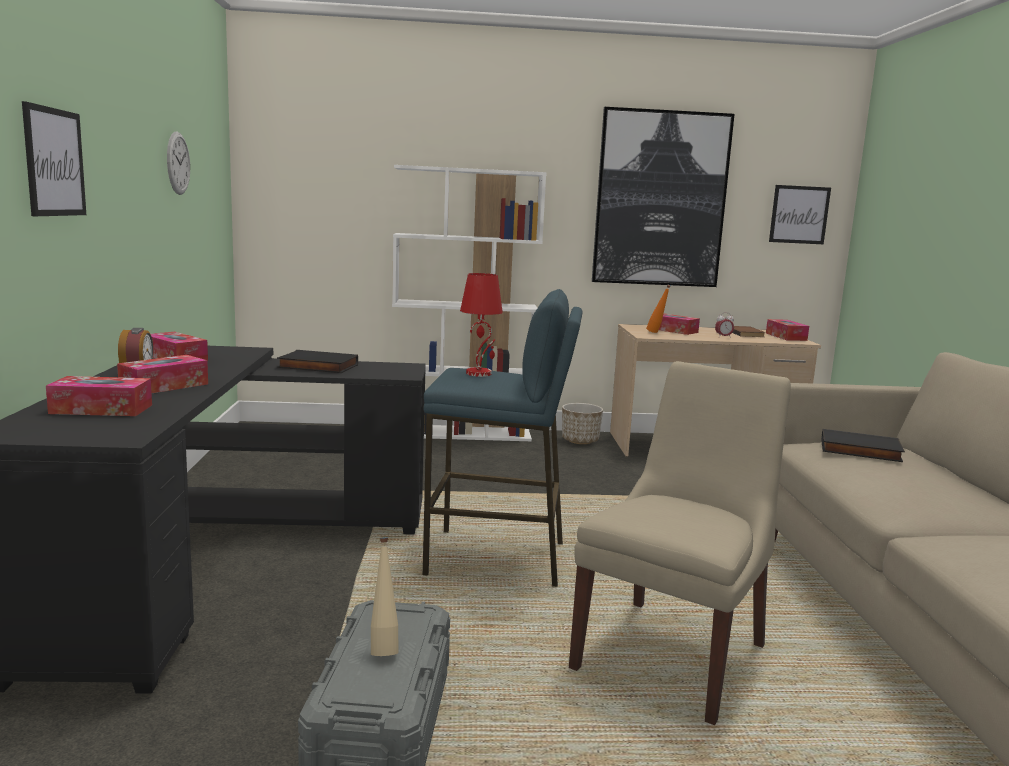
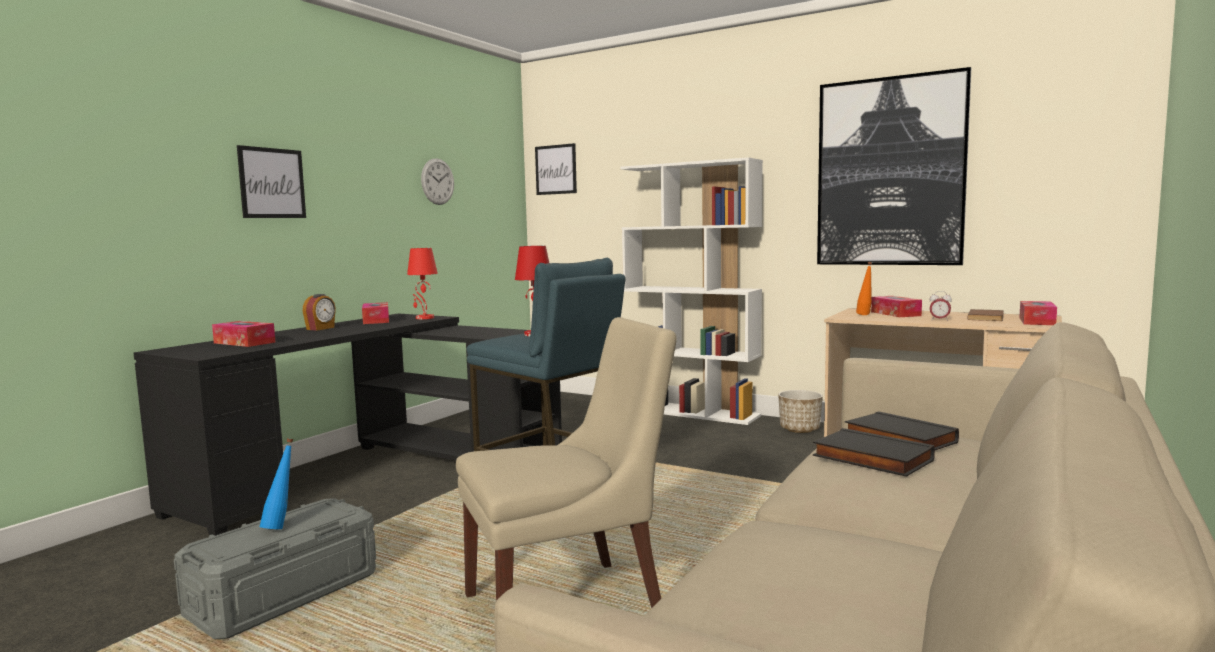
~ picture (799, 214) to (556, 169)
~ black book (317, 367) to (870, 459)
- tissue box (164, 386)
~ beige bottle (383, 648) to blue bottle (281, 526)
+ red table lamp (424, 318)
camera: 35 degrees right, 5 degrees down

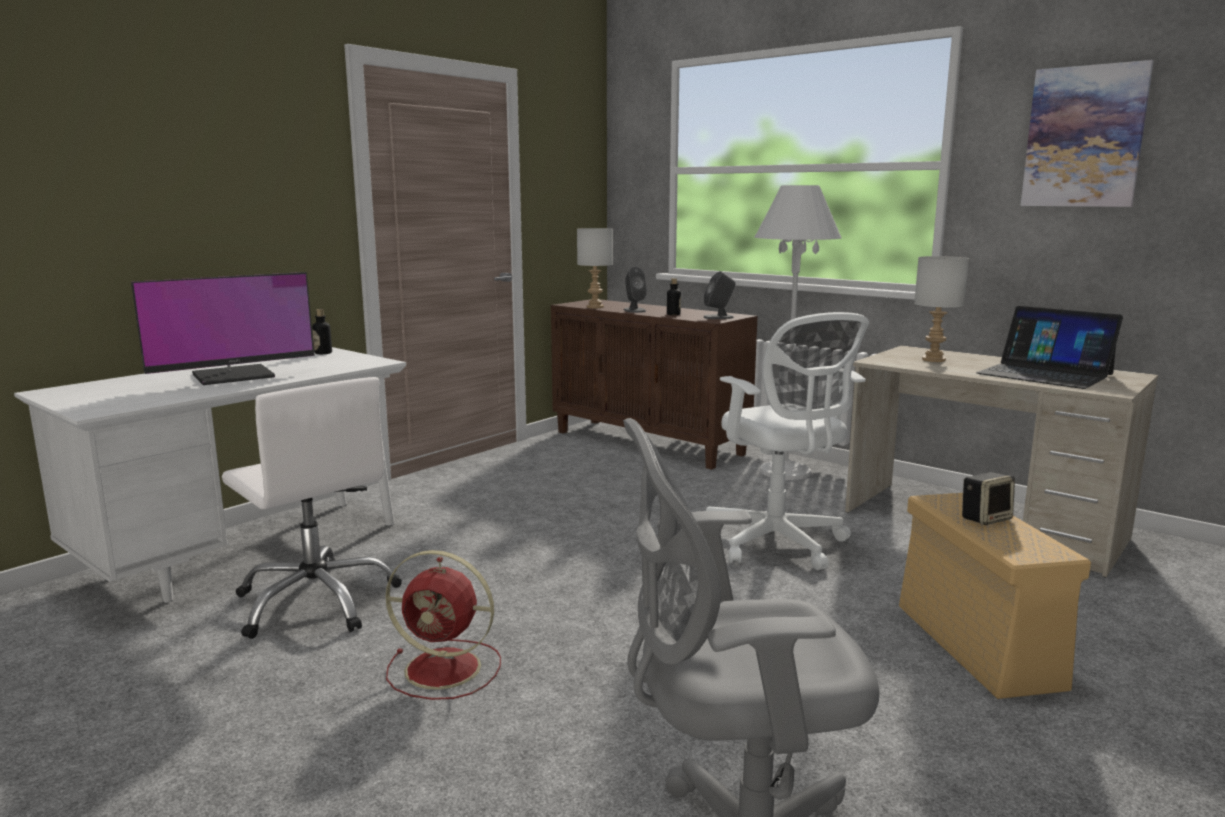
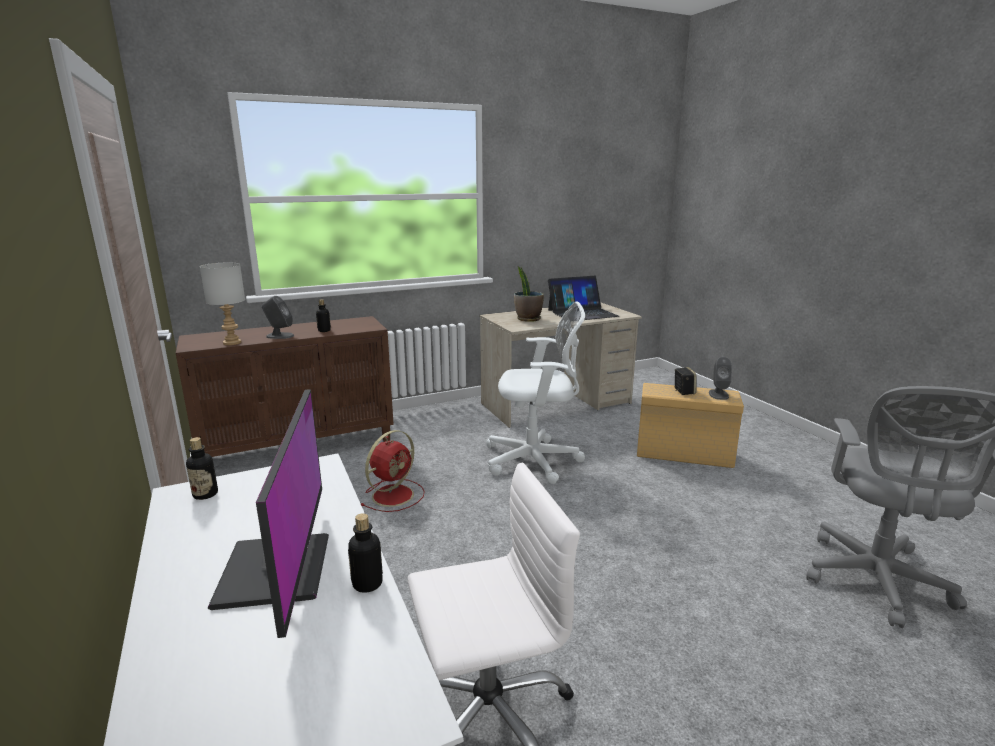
- picture (1084, 137)
- white floor lamp (785, 471)
~ grey table lamp (933, 360) to potted plant (528, 319)
~ grey speaker (719, 317) to (718, 394)
~ red fan (446, 669) to (394, 495)
+ bottle (367, 583)
camera: 65 degrees left, 5 degrees up

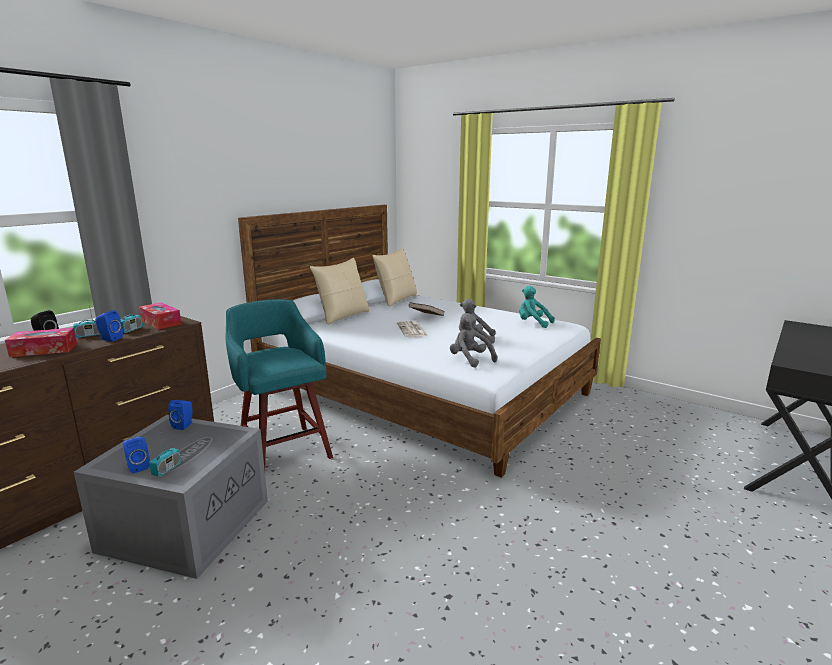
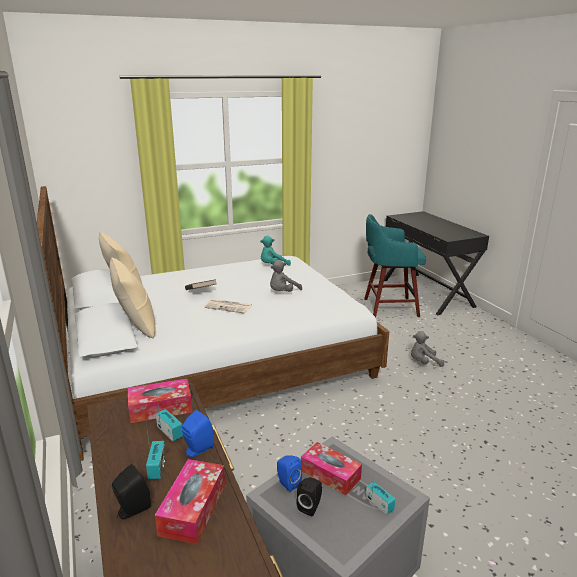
~ turquoise stool (284, 450) to (388, 307)
~ grey plush toy (470, 360) to (423, 362)
- blue speaker (138, 466)
+ tissue box (330, 474)
+ black speaker (310, 506)
camera: 60 degrees left, 5 degrees up

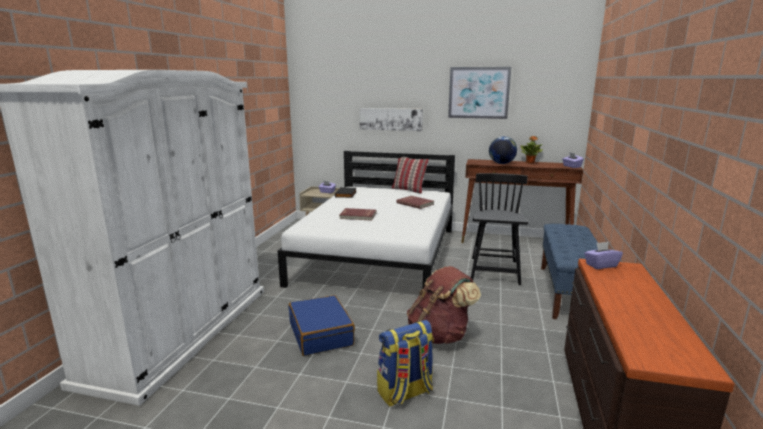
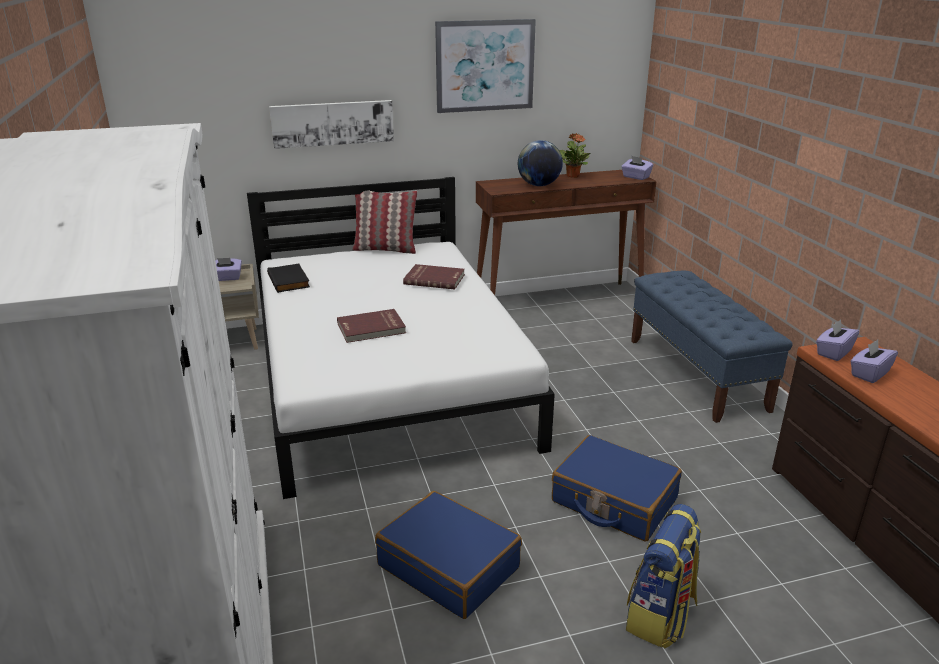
- black chair (494, 271)
~ brown backpack (440, 335) to blue suitcase (613, 500)
+ purple tissue box (869, 374)
camera: 30 degrees left, 10 degrees up

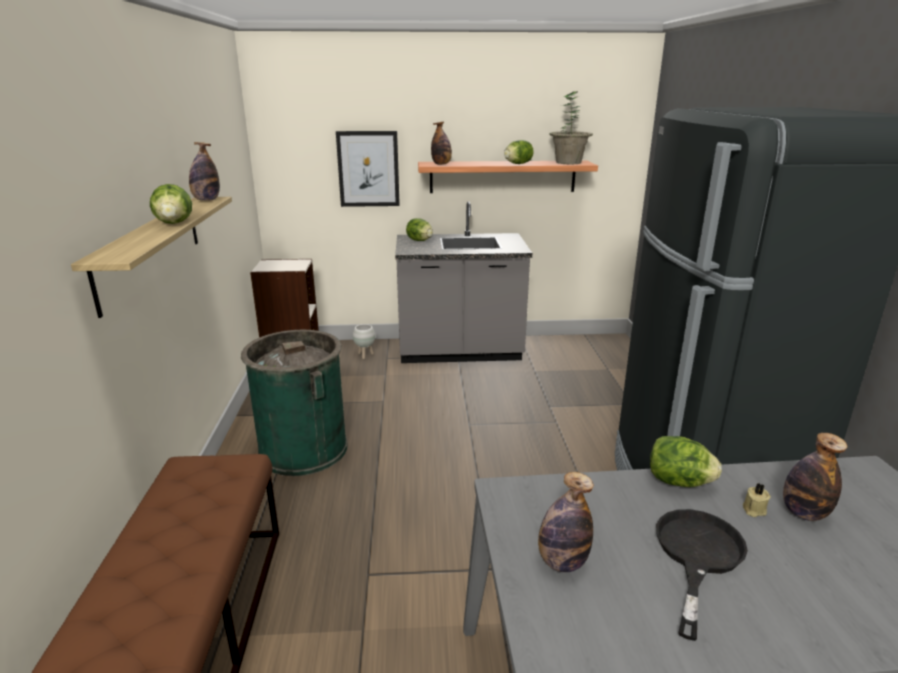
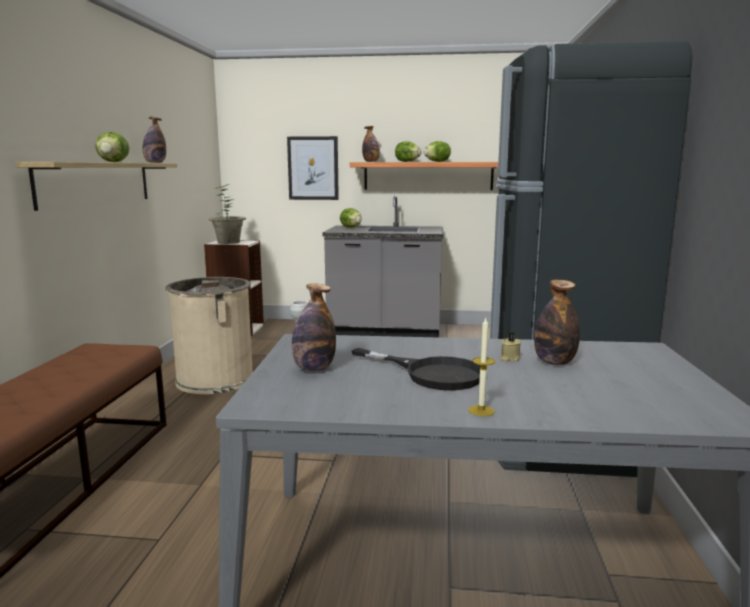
~ potted plant (568, 162) to (228, 242)
~ green trash can (303, 449) to beige trash can (215, 379)
~ lettuce (678, 482) to (407, 161)
~ black frying pan (696, 556) = (431, 373) 90 degrees clockwise
+ candle (481, 410)
camera: 10 degrees right, 10 degrees down

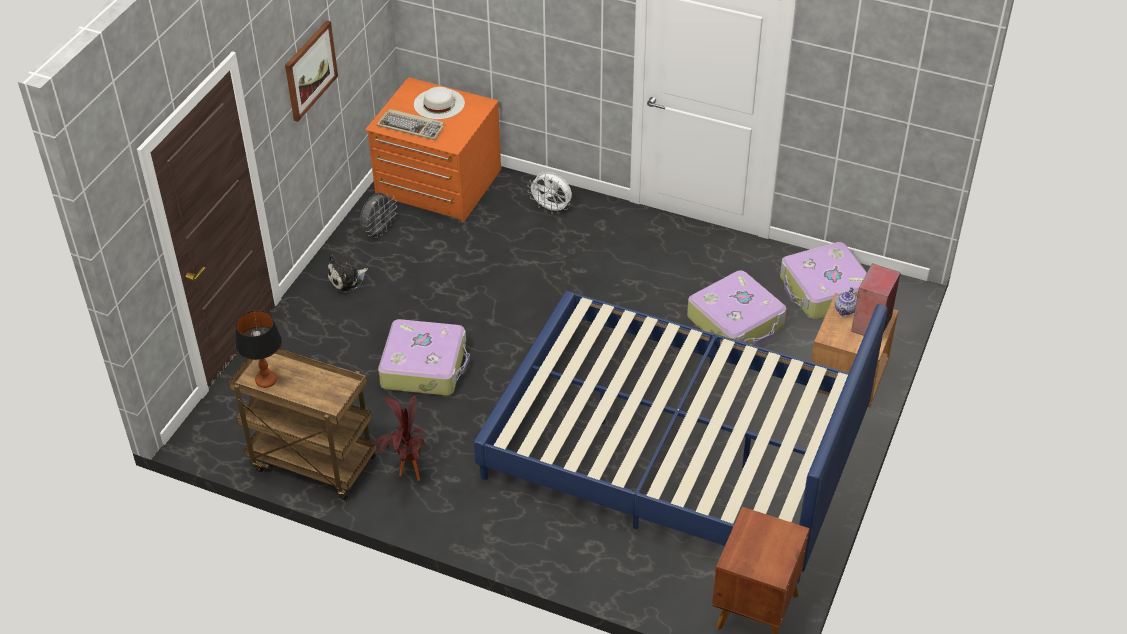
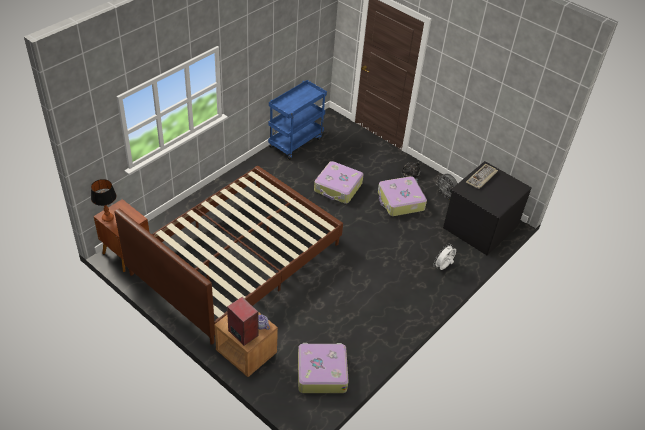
- picture (310, 70)
~ orange dresser (438, 184) to black dresser (479, 226)
- white hat (439, 104)
~ suitcase (736, 322) to (400, 201)
~ blue bed (674, 450) to brown bed (236, 258)
~ table lamp (266, 381) to (107, 218)
~ brown cart (311, 463) to blue cart (295, 142)
- potted plant (405, 475)
camera: 105 degrees right, 0 degrees up

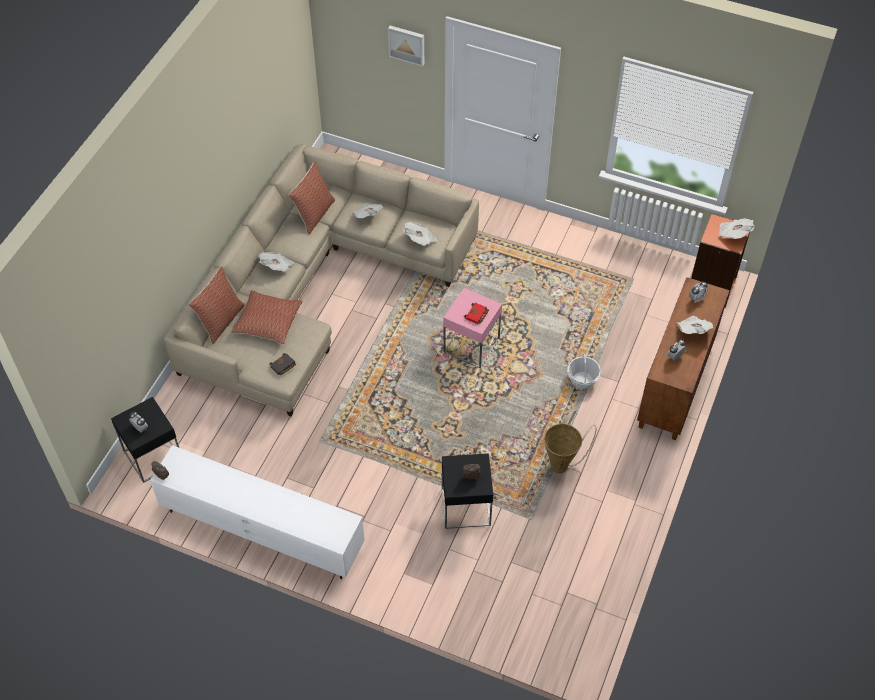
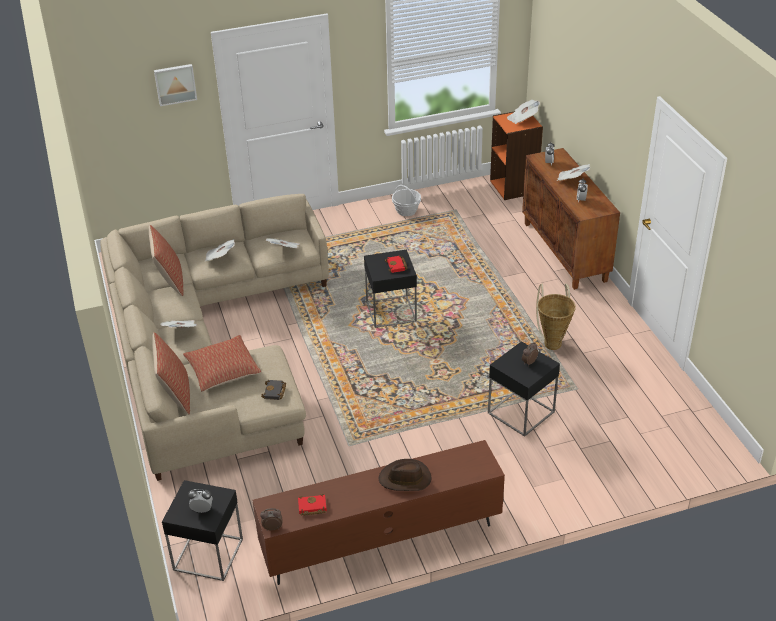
~ pink side table (471, 345) to black side table (391, 311)
~ basket (582, 380) to (406, 211)
~ white tv stand (263, 531) to brown tv stand (381, 539)
+ brown hat (405, 479)
+ red book (311, 507)
camera: 40 degrees left, 15 degrees down

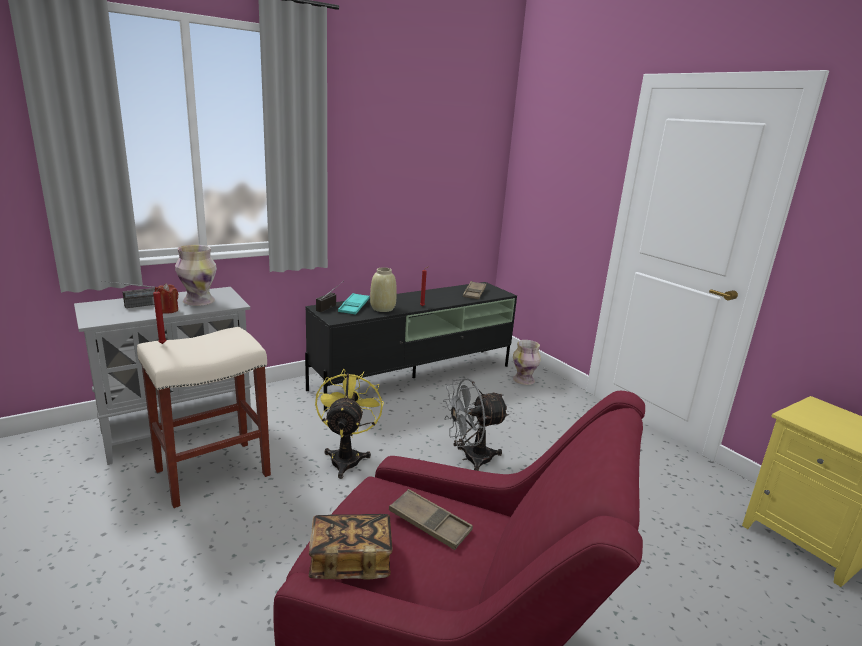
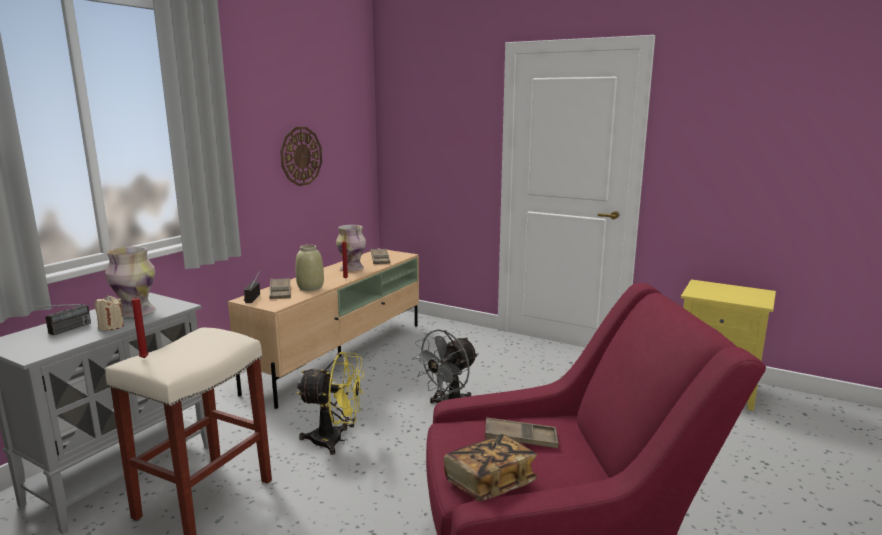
~ black tv stand (415, 377) to beige tv stand (341, 355)
~ red candle (168, 310) to beige candle (111, 326)
~ turquoise tray (354, 307) to brown tray (280, 292)
~ vase (524, 380) to (352, 268)
~ yellow fan (347, 457) = (335, 440) 120 degrees clockwise
+ wall clock (301, 156)
camera: 25 degrees left, 5 degrees down

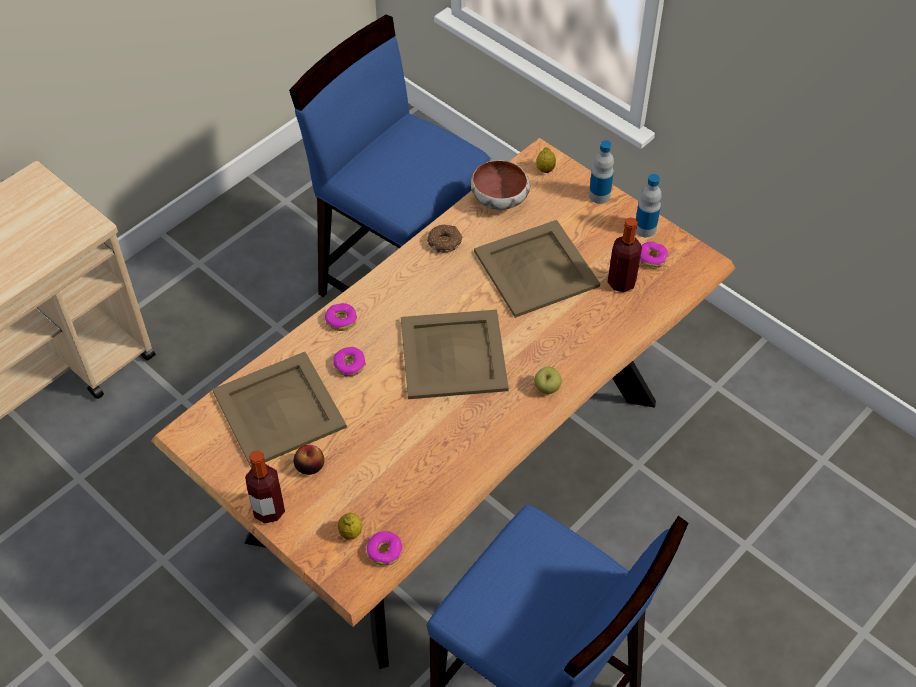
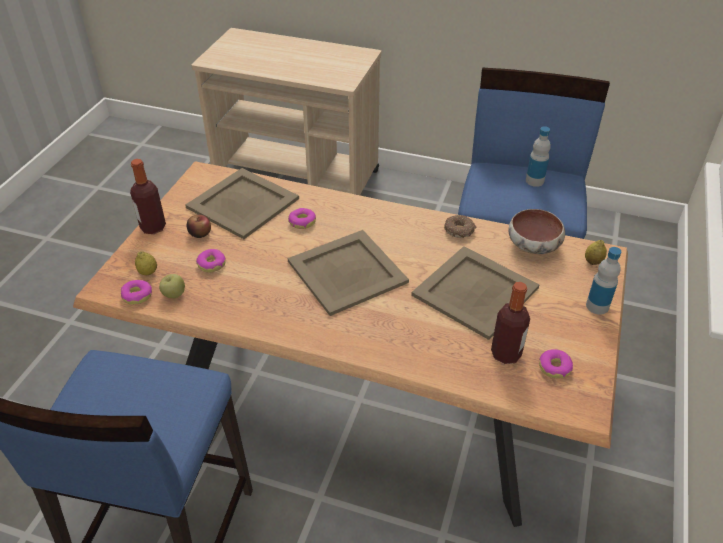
~ bottle (645, 229) to (534, 181)
~ donut (341, 320) to (211, 264)
~ apple (547, 388) to (174, 295)
camera: 65 degrees right, 10 degrees down

